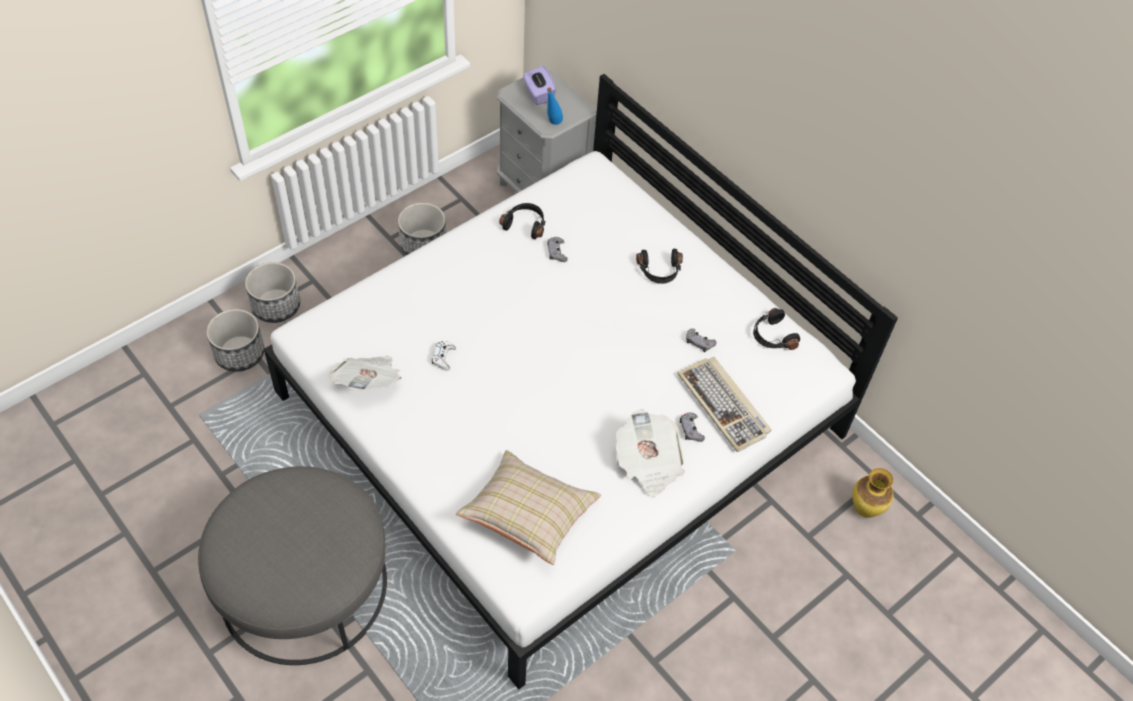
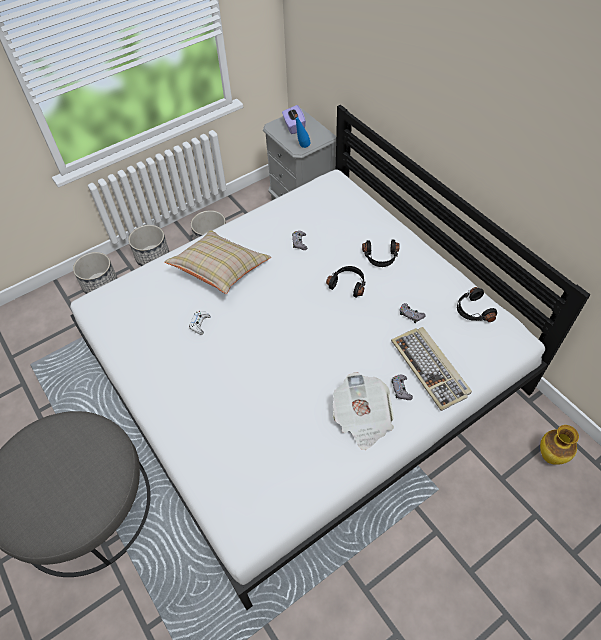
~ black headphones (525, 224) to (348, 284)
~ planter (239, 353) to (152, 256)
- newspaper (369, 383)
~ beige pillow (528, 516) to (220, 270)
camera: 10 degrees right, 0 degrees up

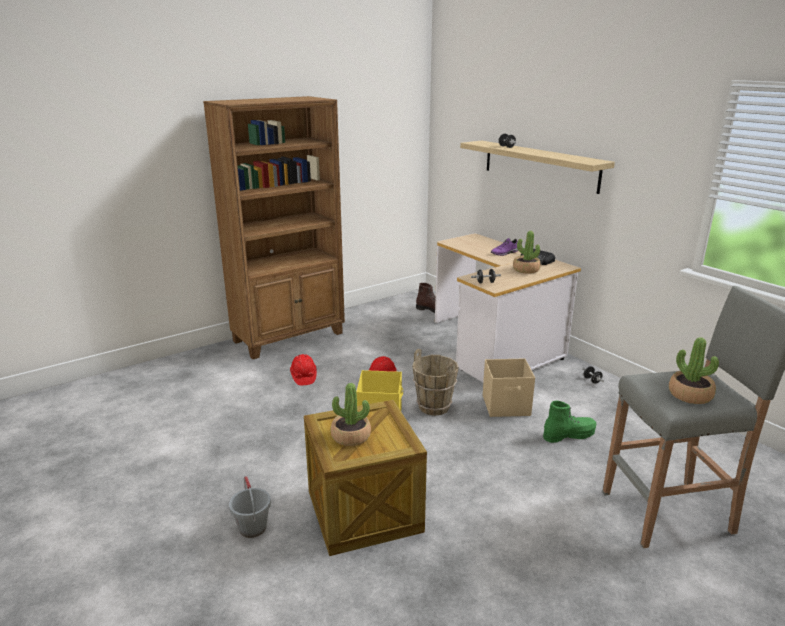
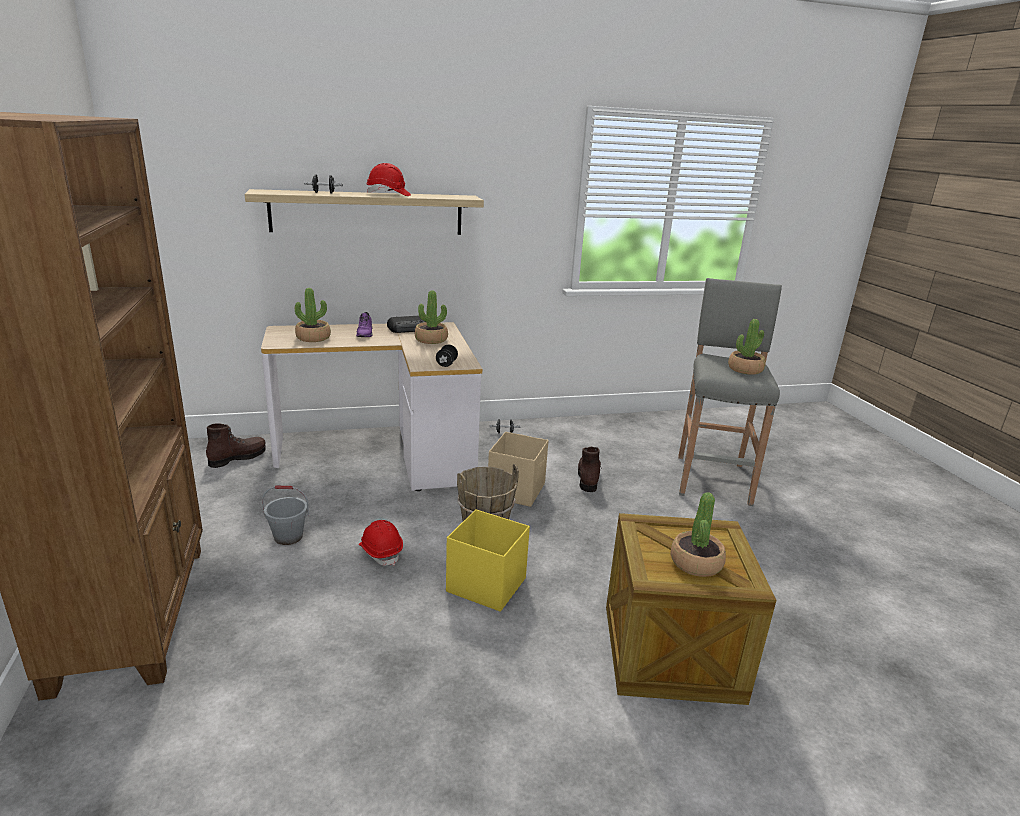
~ red hard hat (303, 377) to (388, 194)
~ green boot (569, 435) to brown boot (588, 477)
~ grey bucket (252, 528) to (288, 537)
+ potted plant (313, 338)
camera: 70 degrees left, 0 degrees up

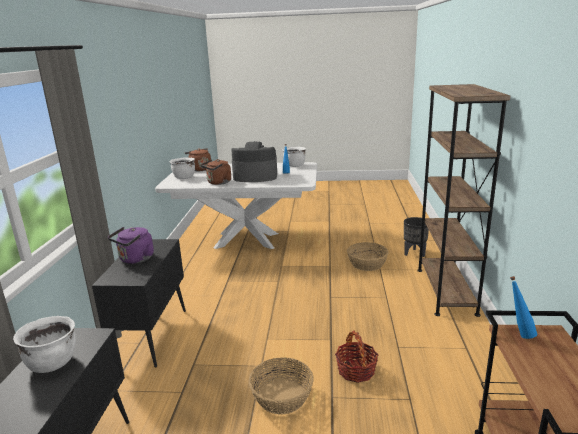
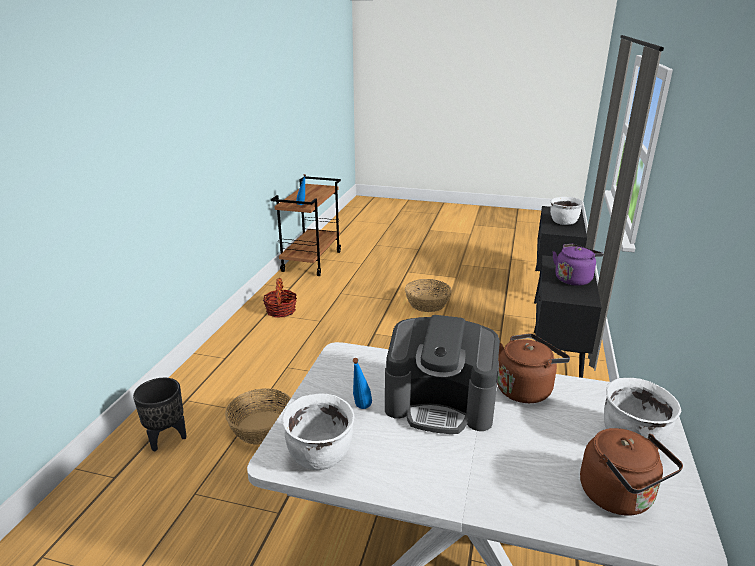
- brown bookcase (445, 291)
~ basket (356, 370) to (281, 311)
camera: 170 degrees left, 5 degrees up

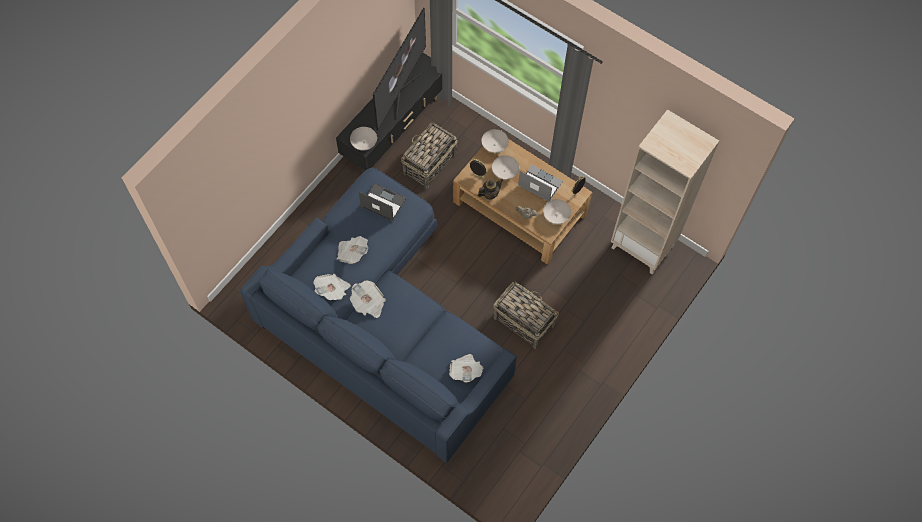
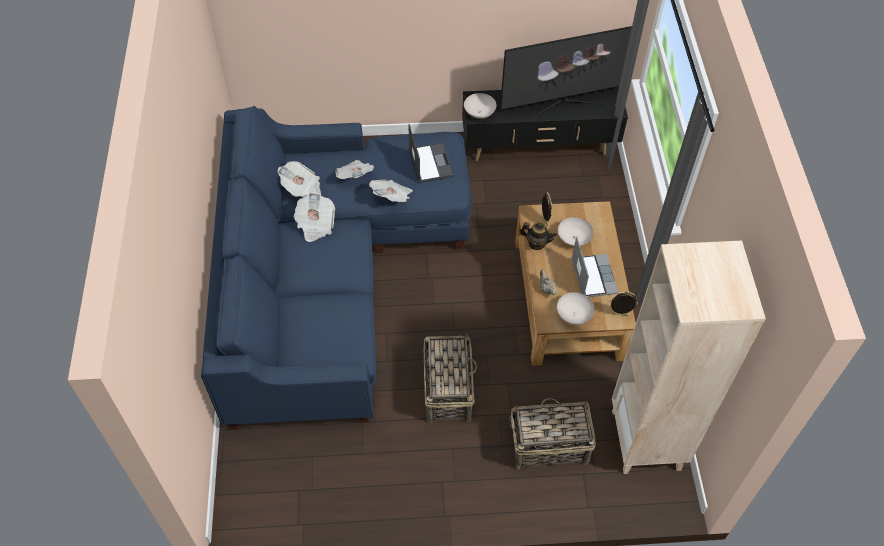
~ basket (429, 164) to (547, 446)
- white bowl (495, 146)
~ newspaper (465, 371) to (392, 197)
camera: 50 degrees right, 10 degrees down

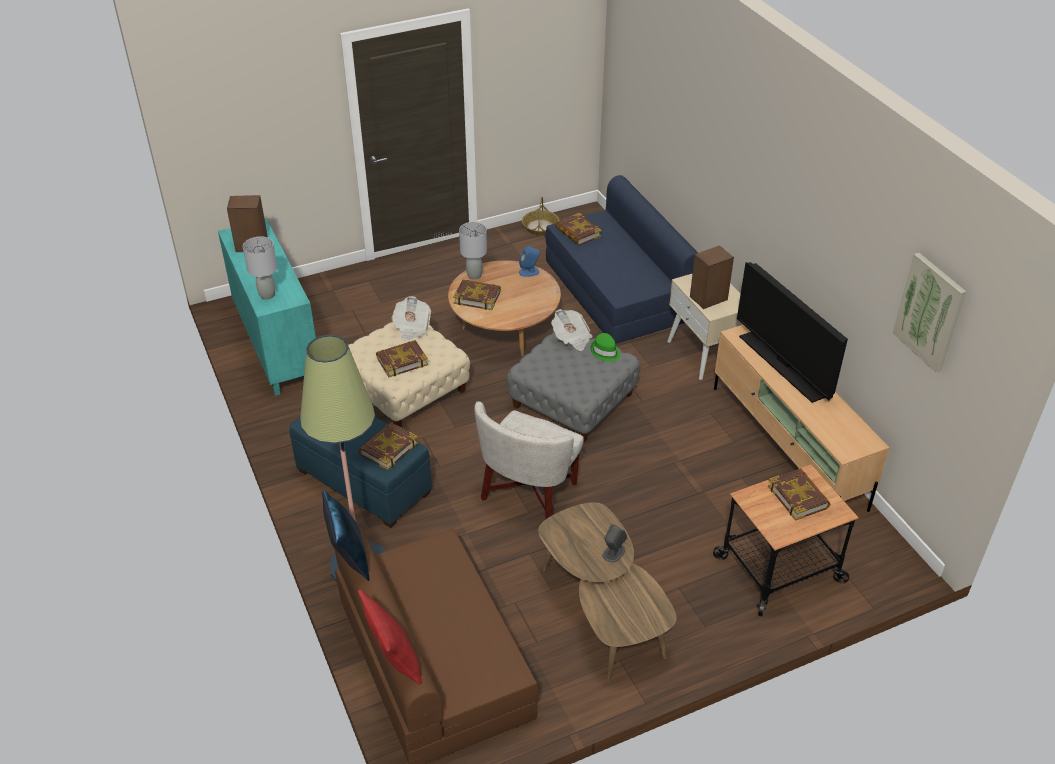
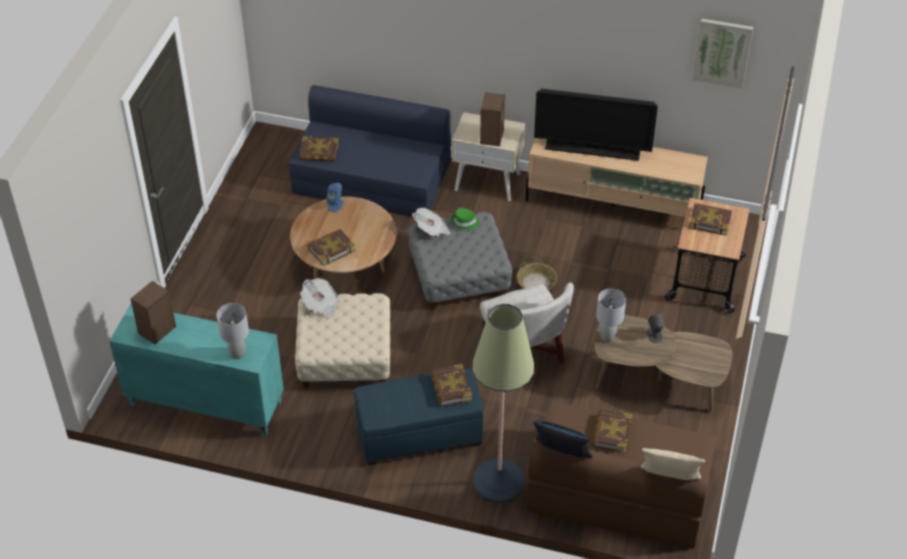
~ basket (540, 227) to (536, 283)
~ grey table lamp (474, 276) to (607, 337)
~ book (402, 361) to (611, 433)
~ red pillow (393, 658) to beige pillow (669, 480)
camera: 50 degrees left, 5 degrees up

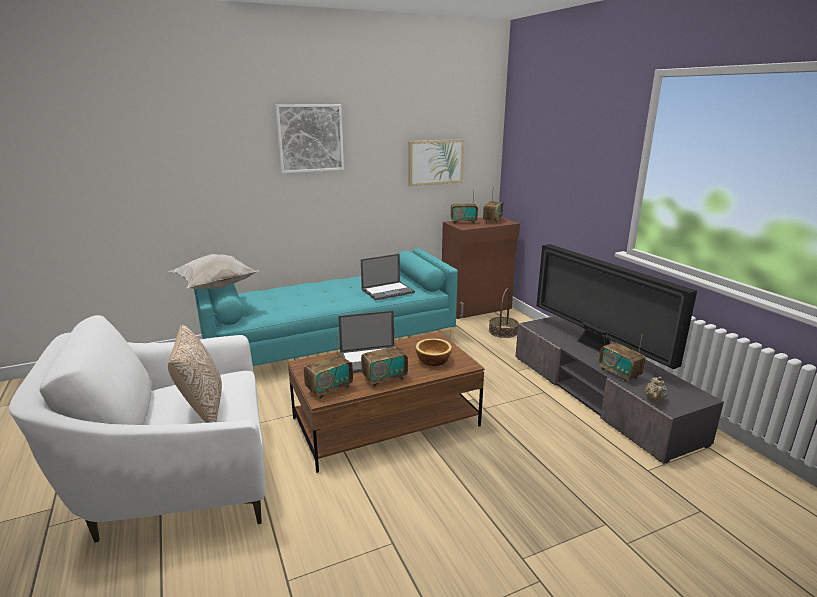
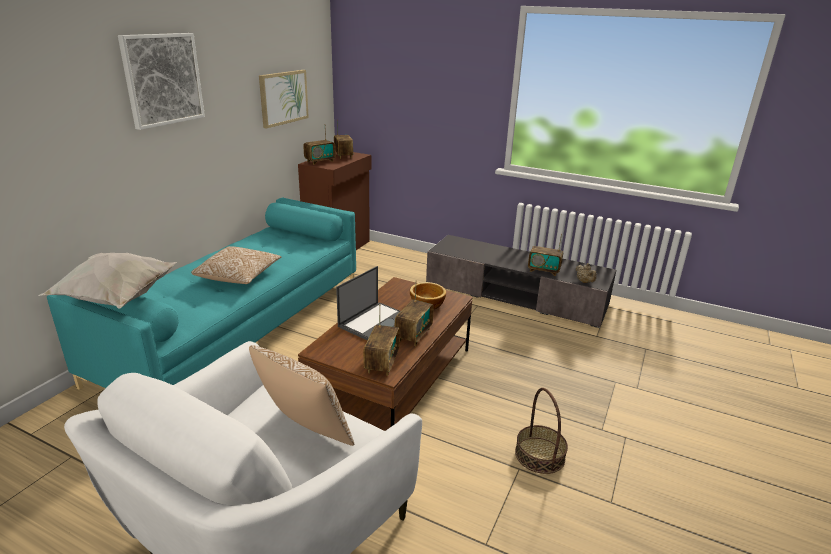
- television (596, 347)
- laptop (388, 291)
~ basket (503, 331) to (539, 455)
+ pillow (239, 276)
camera: 40 degrees left, 5 degrees up

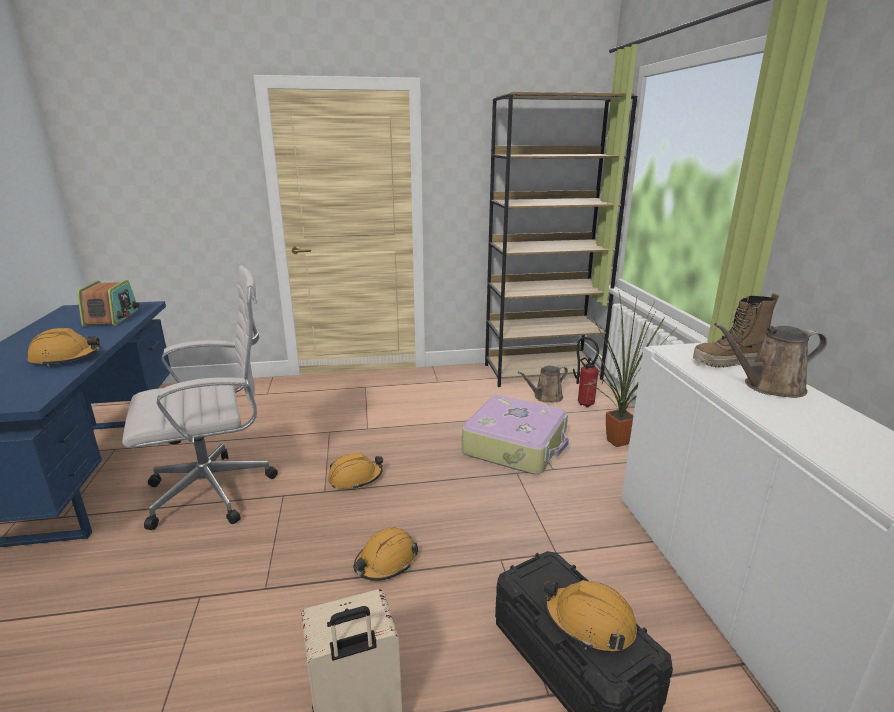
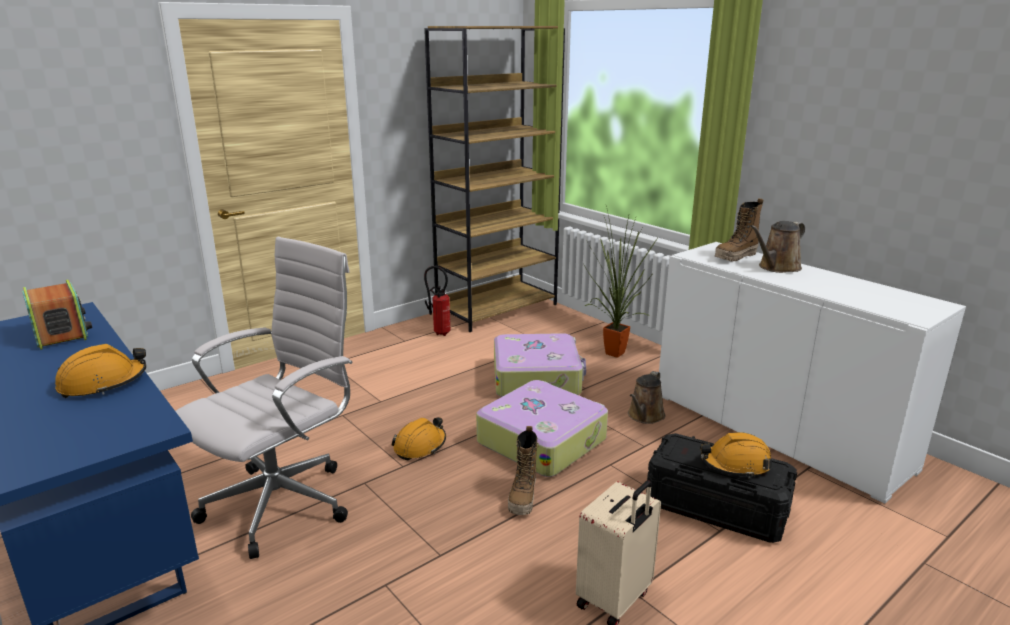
~ fire extinguisher (583, 403) to (439, 332)
~ brown watering can (546, 397) to (645, 416)
~ orange hard hat (385, 562) to boot (523, 498)
+ suitcase (542, 440)
camera: 30 degrees left, 0 degrees up

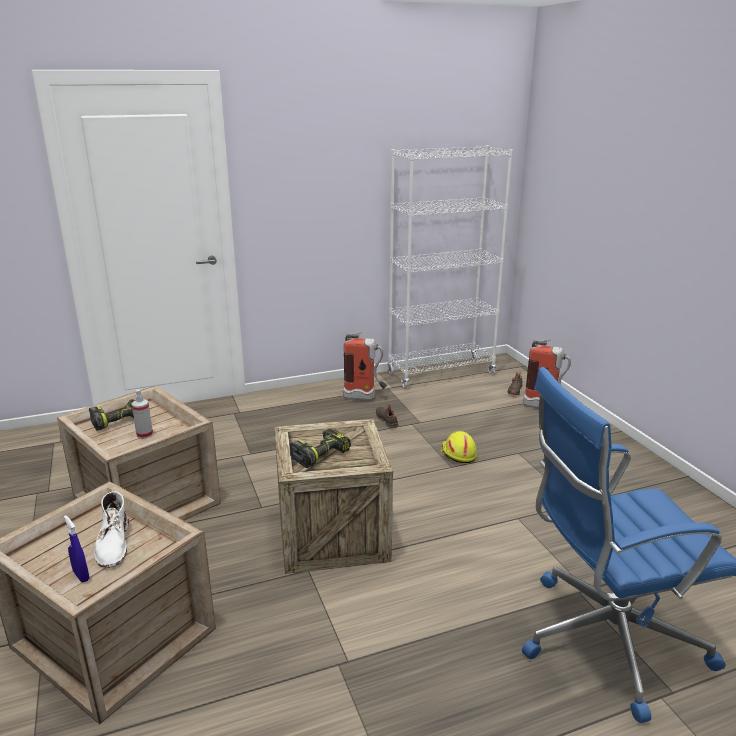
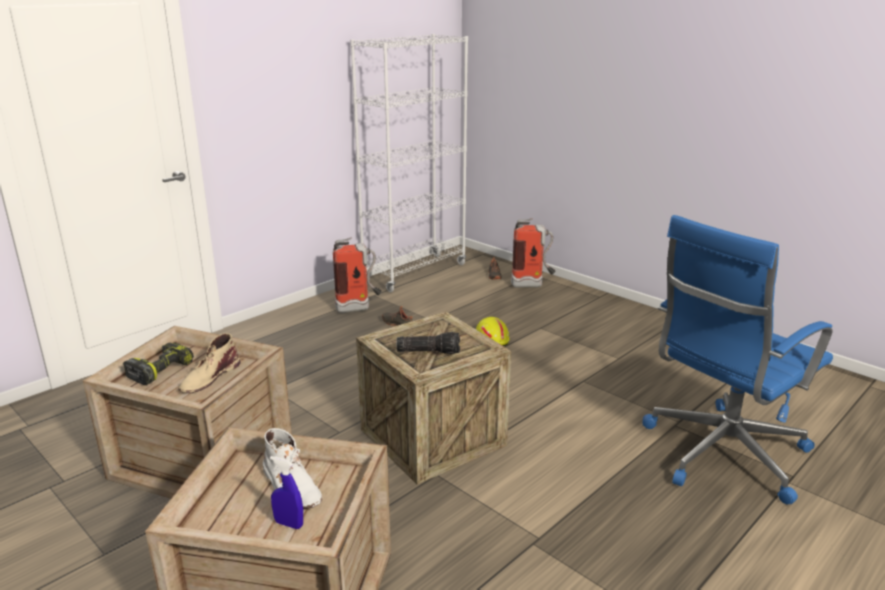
~ spray bottle (144, 435) to beige boot (209, 377)
~ power drill (320, 454) to flashlight (429, 351)
camera: 25 degrees left, 0 degrees up

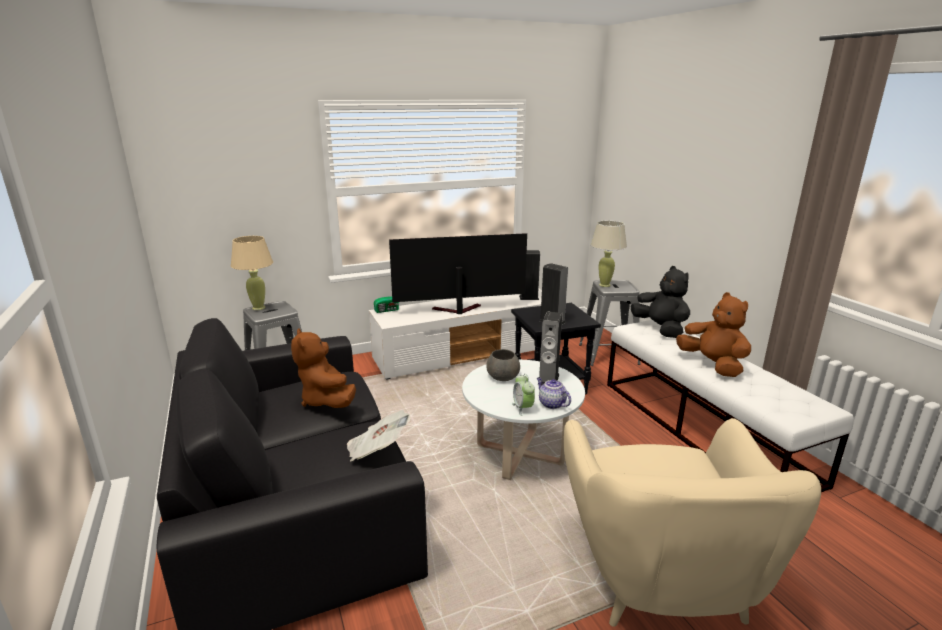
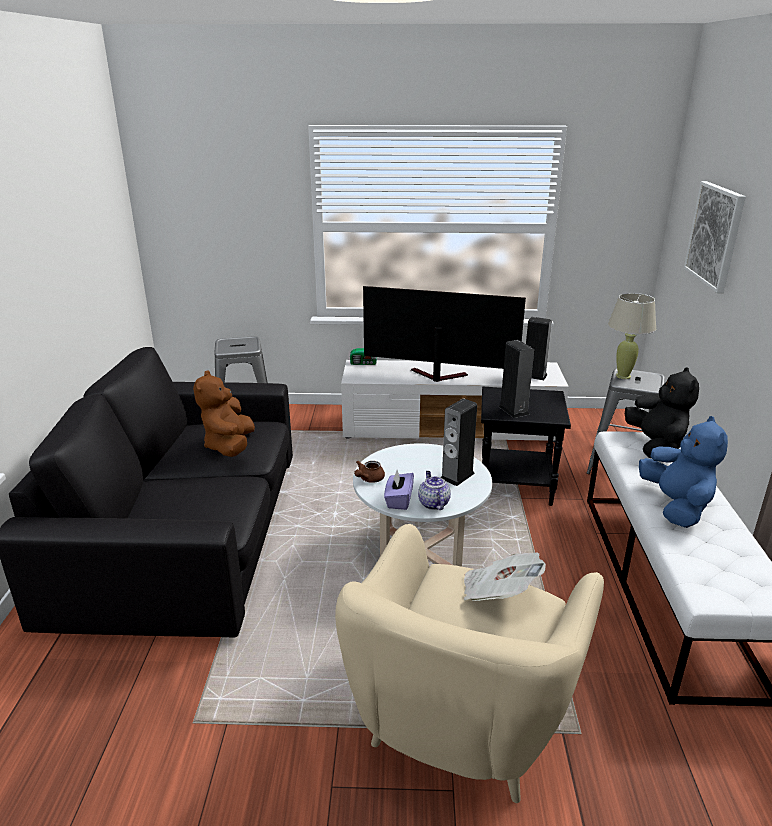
- beige table lamp (259, 308)
~ brown plush toy (712, 365) to blue plush toy (676, 506)
- grey bowl (503, 377)
~ alarm clock (523, 408) to purple tissue box (398, 500)
~ newspaper (377, 450) to (498, 593)
+ picture (715, 235)
+ brown teapot (369, 479)
camera: 25 degrees right, 5 degrees up

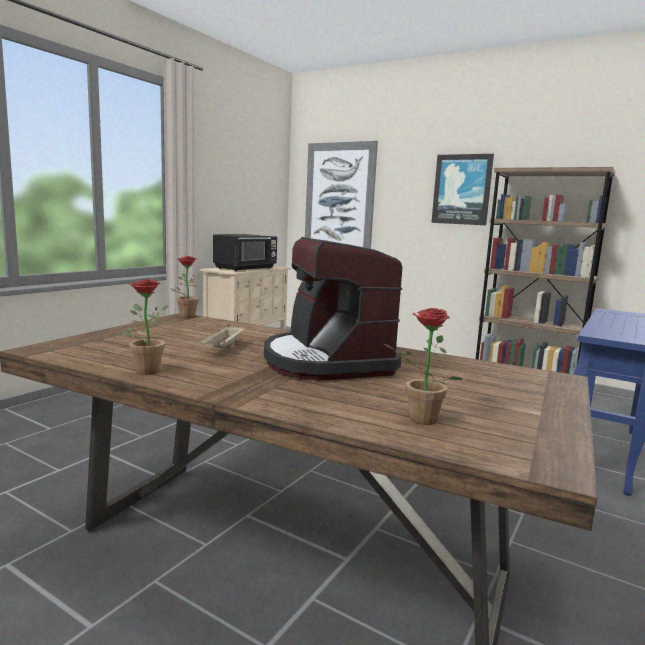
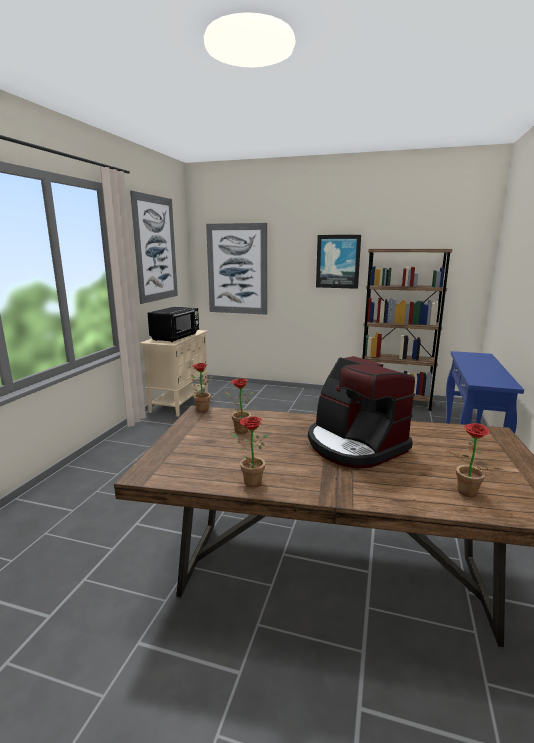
- beige tray (223, 348)
+ picture (155, 249)
+ potted plant (238, 430)
camera: 15 degrees left, 5 degrees up

